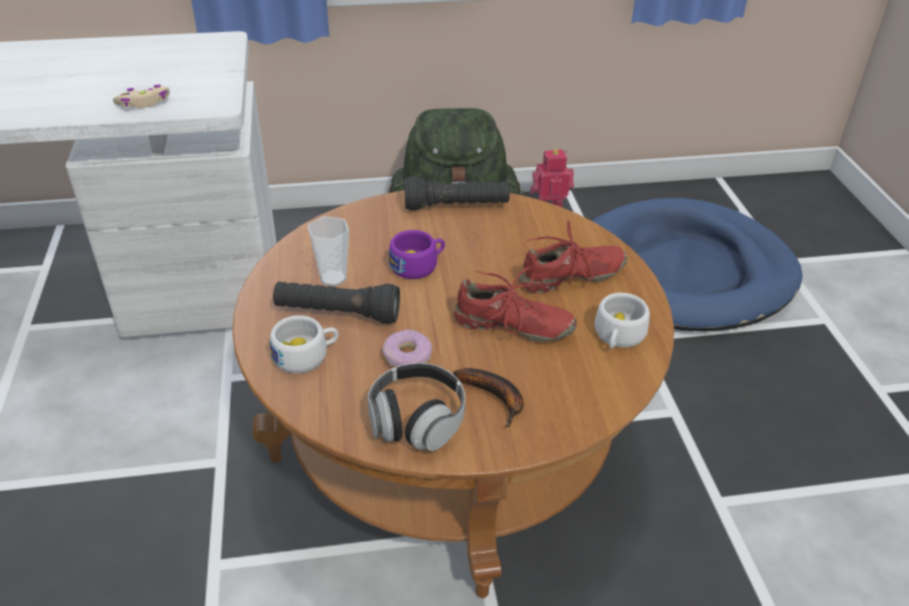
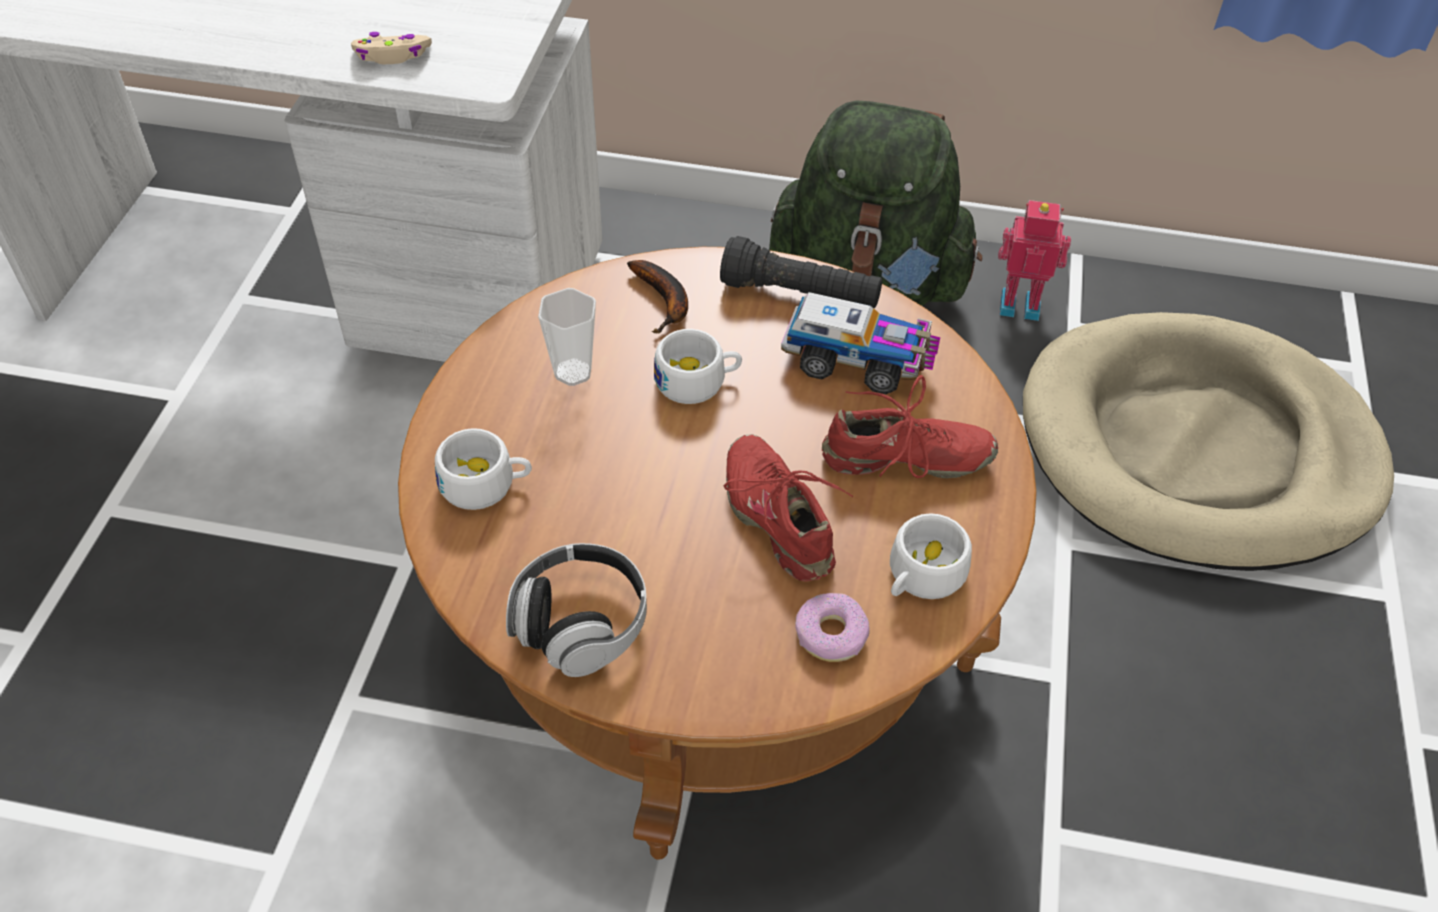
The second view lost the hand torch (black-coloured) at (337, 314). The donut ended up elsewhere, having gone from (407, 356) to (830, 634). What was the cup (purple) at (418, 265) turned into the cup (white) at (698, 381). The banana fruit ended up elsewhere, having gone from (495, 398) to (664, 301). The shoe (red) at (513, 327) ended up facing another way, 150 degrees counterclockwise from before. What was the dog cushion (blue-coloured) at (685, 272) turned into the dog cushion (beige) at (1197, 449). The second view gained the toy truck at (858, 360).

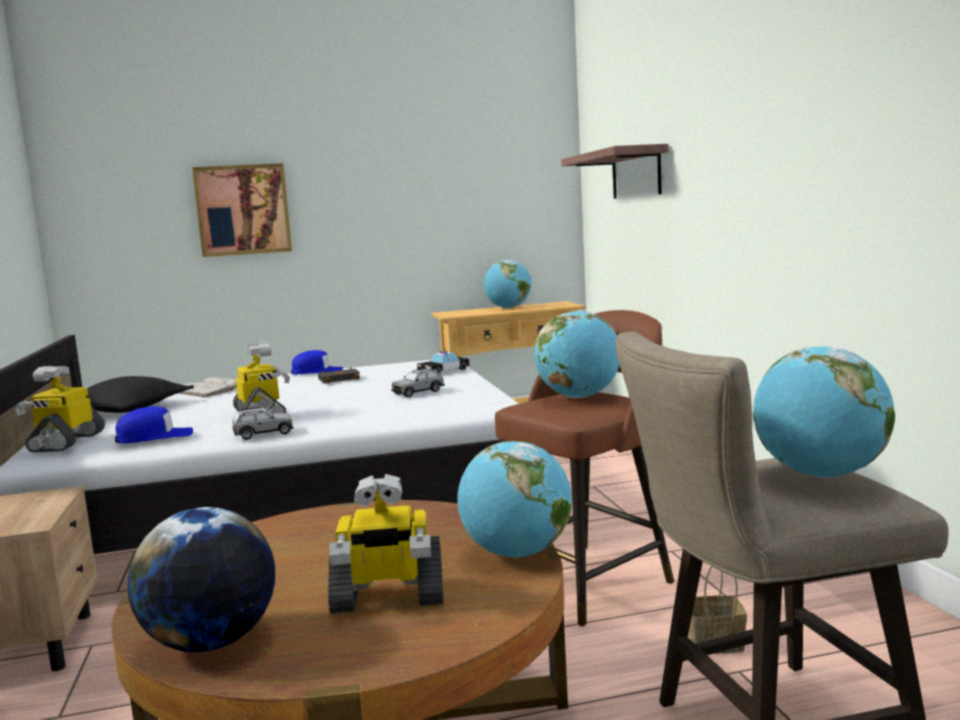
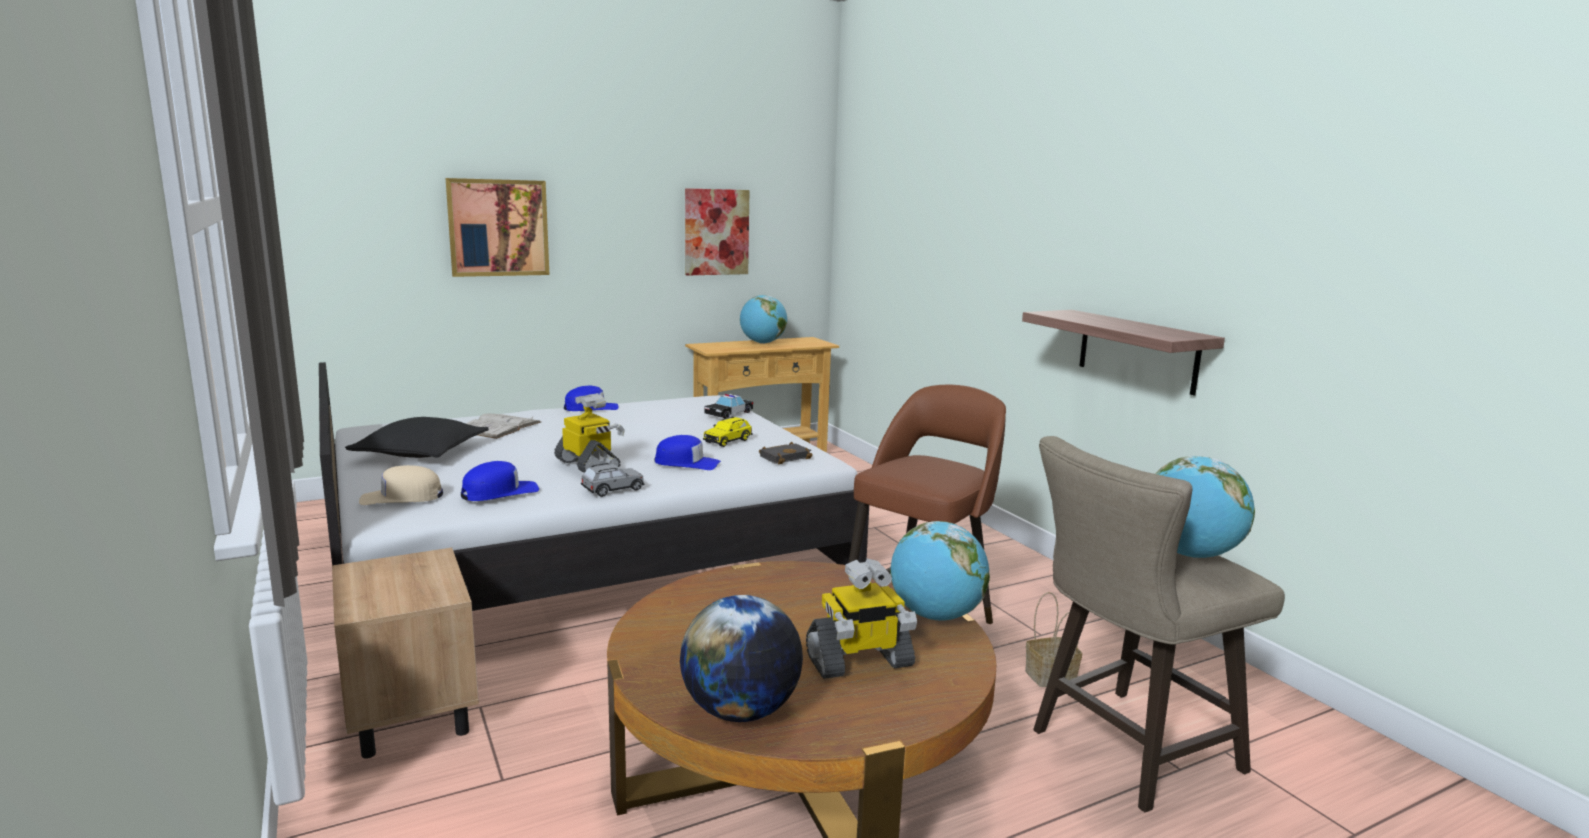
Where the model robot stood at (66, 442), the peaked cap (beige) came to stand at (402, 497). The book (black-coloured) ended up elsewhere, having gone from (340, 379) to (785, 457). What was the toy car (grey) at (418, 392) turned into the toy car (yellow-coloured) at (727, 441). The second view lost the world globe at (579, 397). The bracket shelf ended up elsewhere, having gone from (636, 173) to (1137, 351). The second view gained the peaked cap (blue-coloured) at (687, 463). The second view gained the wall art at (716, 232).

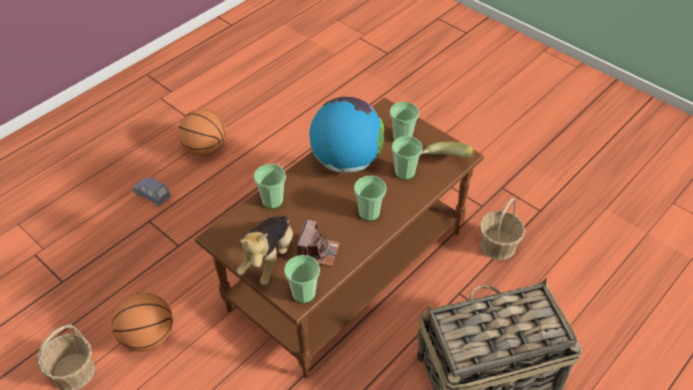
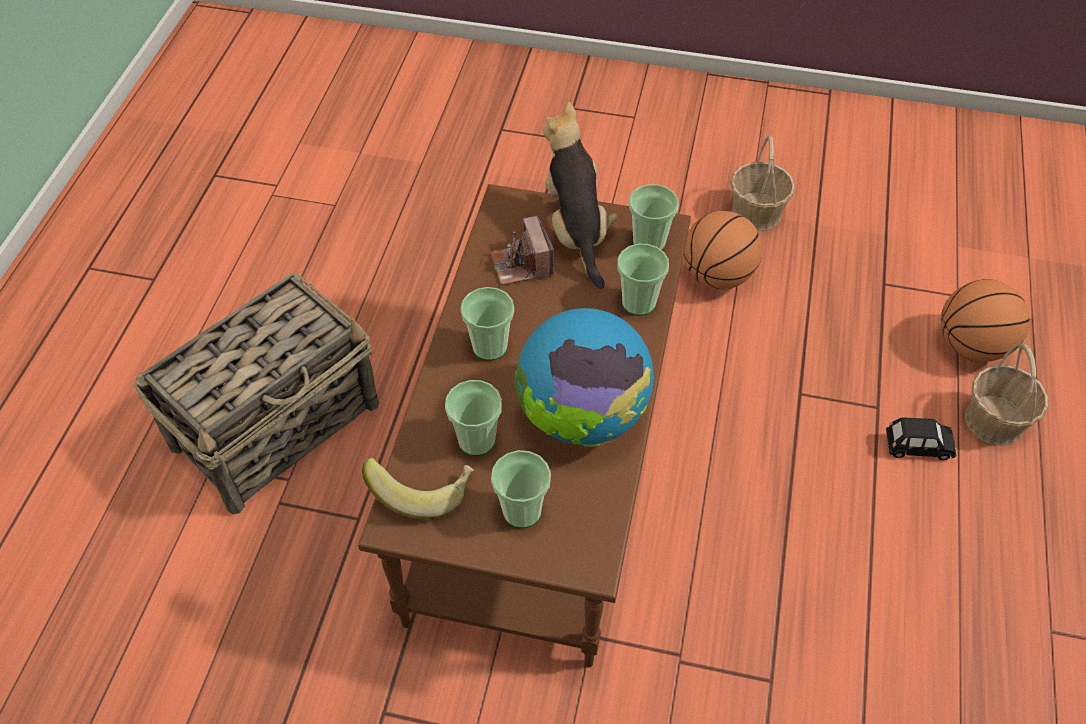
What was the toy car (blue-coloured) at (153, 196) turned into the toy car (black-coloured) at (918, 447). The basketball ball ended up elsewhere, having gone from (205, 149) to (971, 346). The cup ended up elsewhere, having gone from (303, 293) to (649, 243). The basket ended up elsewhere, having gone from (498, 245) to (994, 421).

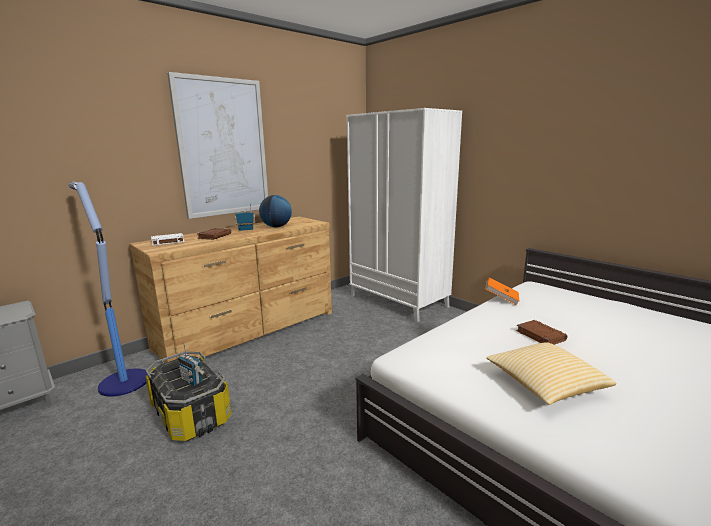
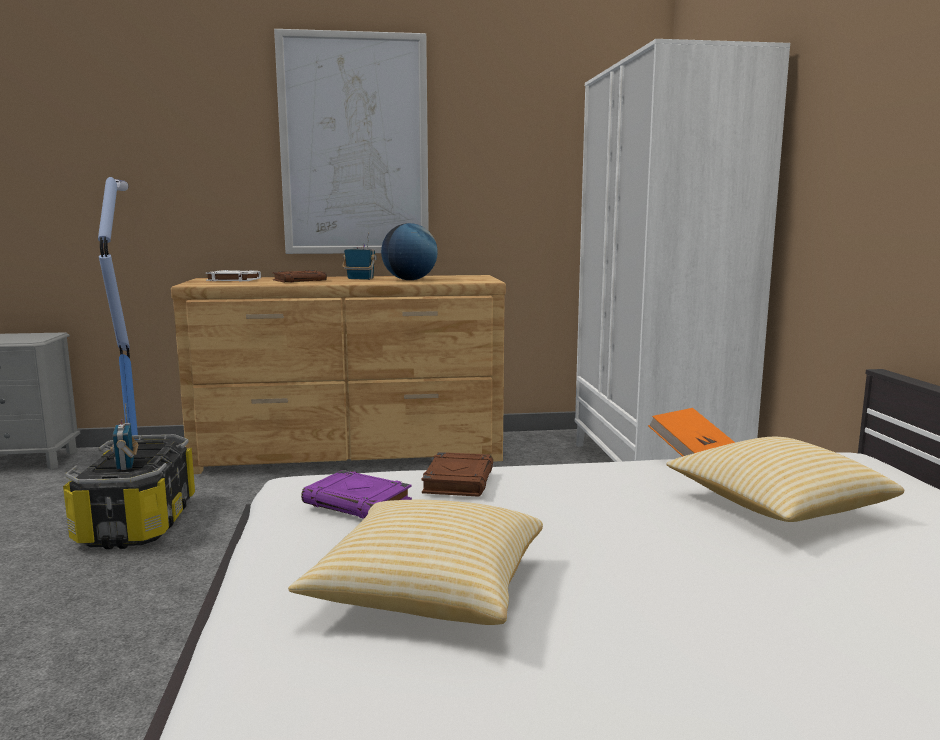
The book (brownish) ended up elsewhere, having gone from (540, 335) to (458, 480). The second view gained the book (purple) at (358, 502). The second view gained the throw pillow at (776, 508).

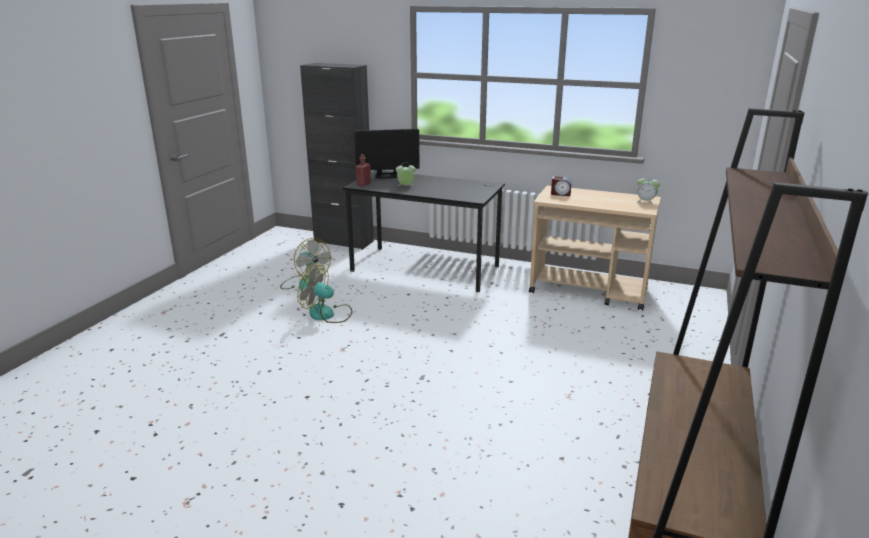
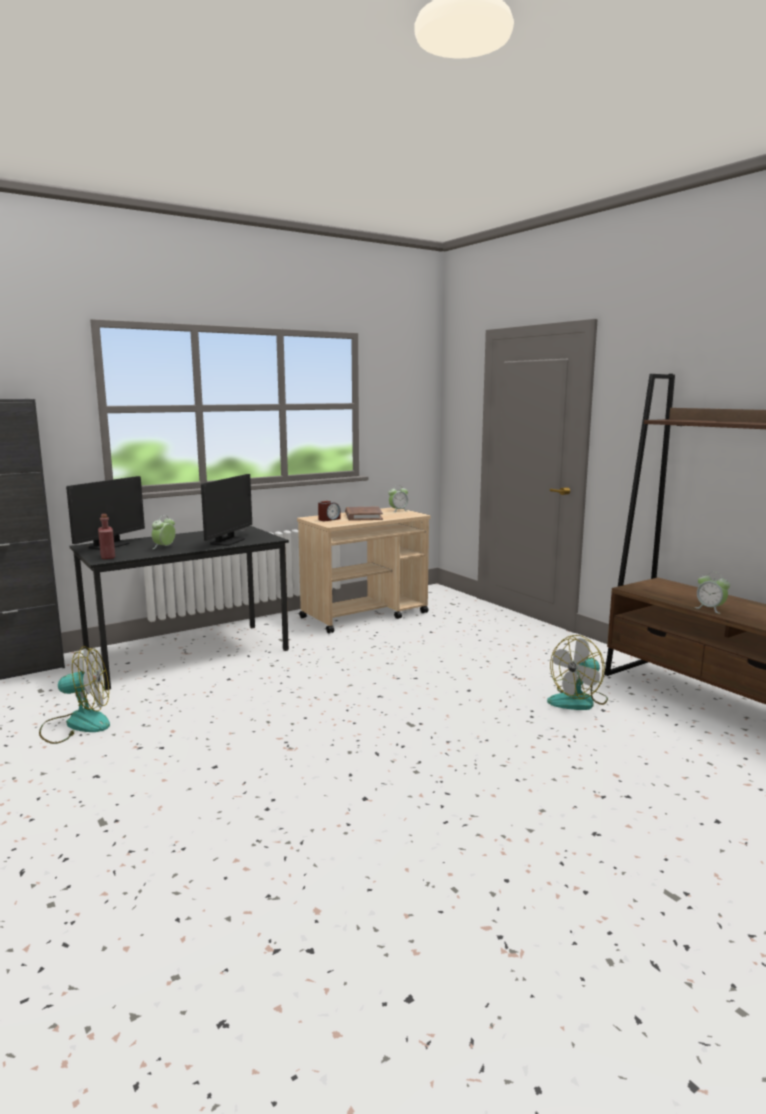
The electric fan ended up elsewhere, having gone from (327, 314) to (578, 700). The second view gained the computer screen at (227, 541). The second view gained the book (brownish) at (363, 516). The second view gained the bedside clock at (710, 609).

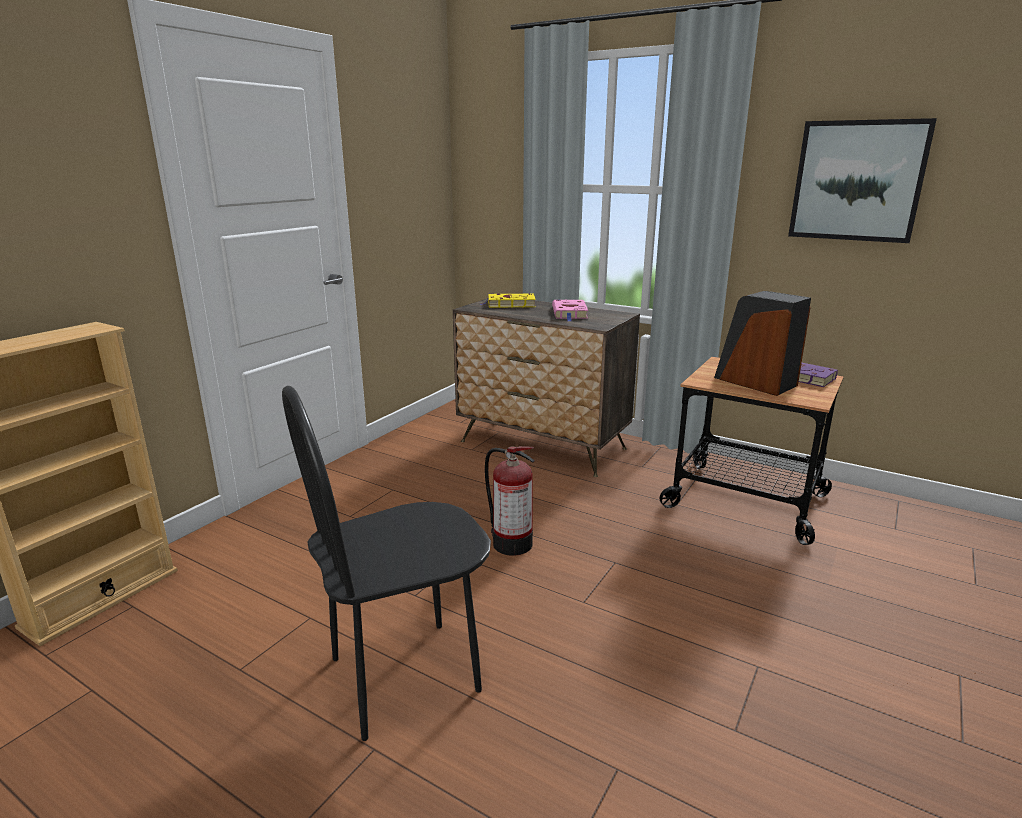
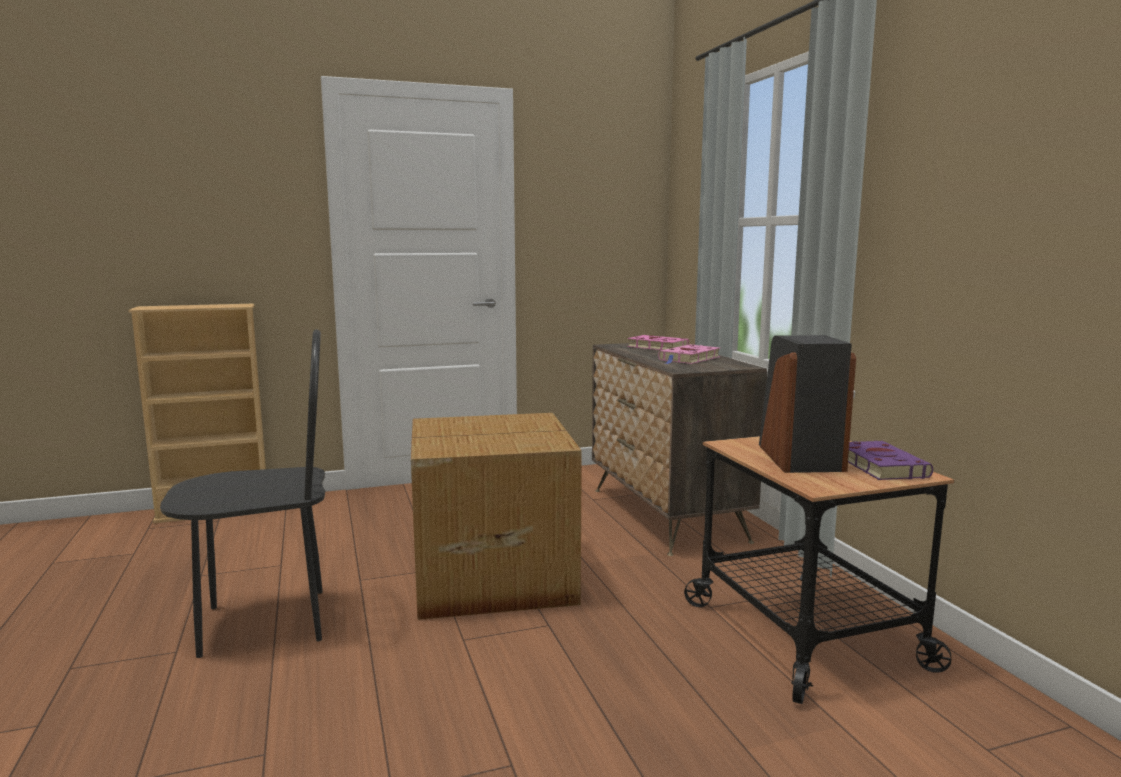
The upright chair (black-coloured) at (405, 675) ended up facing another way, 150 degrees clockwise from before. What was the book (yellow-coloured) at (509, 304) turned into the book (pink-coloured) at (656, 347). Where the fire-fighting cylinder stood at (510, 543), the cardboard box came to stand at (490, 575). The second view lost the wall art at (857, 181).

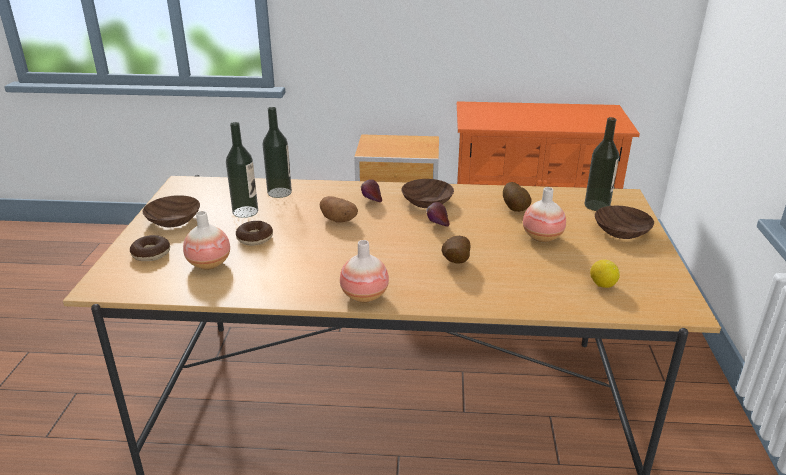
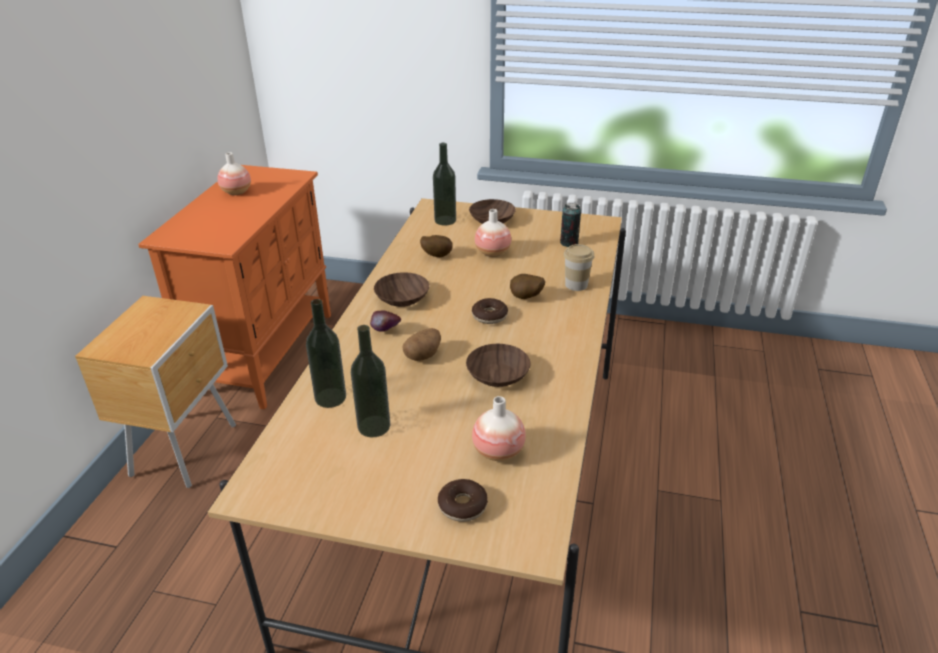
The deep dish (brownish) ended up elsewhere, having gone from (175, 220) to (497, 374). The donut ended up elsewhere, having gone from (255, 238) to (489, 316). The decorative vase ended up elsewhere, having gone from (364, 296) to (236, 192). The second view lost the apple fruit at (437, 225). Where the lemon stood at (602, 285), the metal can came to stand at (569, 243). The second view gained the cup at (576, 285).

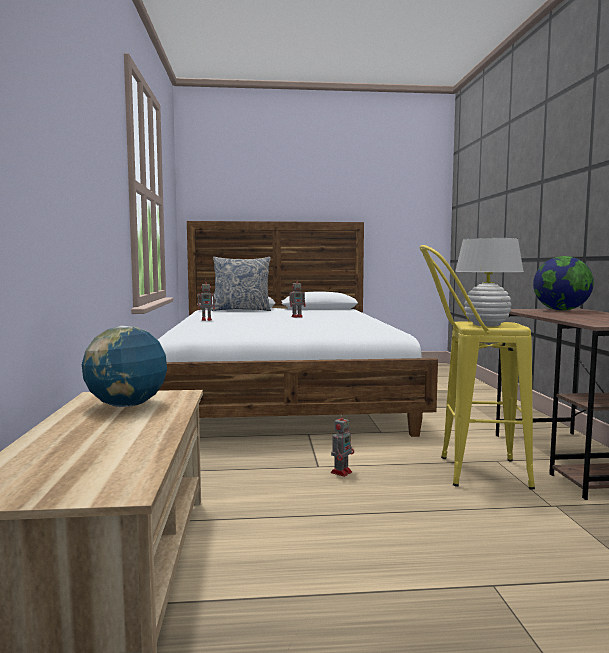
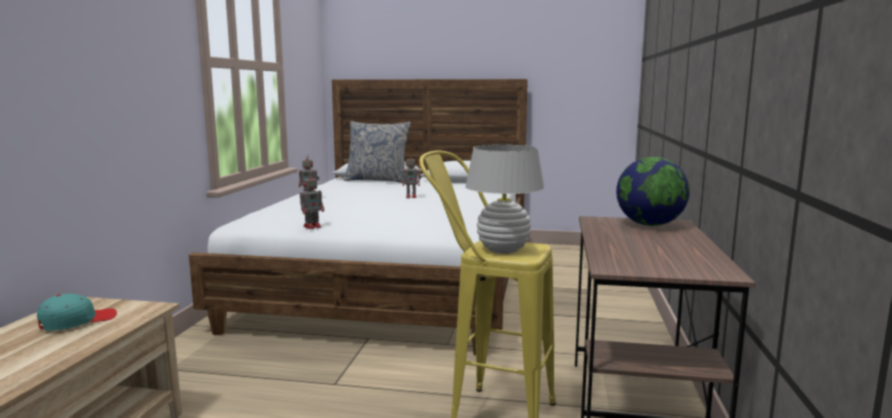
Where the world globe stood at (127, 405), the peaked cap (blue-green) came to stand at (77, 321). The model robot ended up elsewhere, having gone from (341, 472) to (313, 226).

